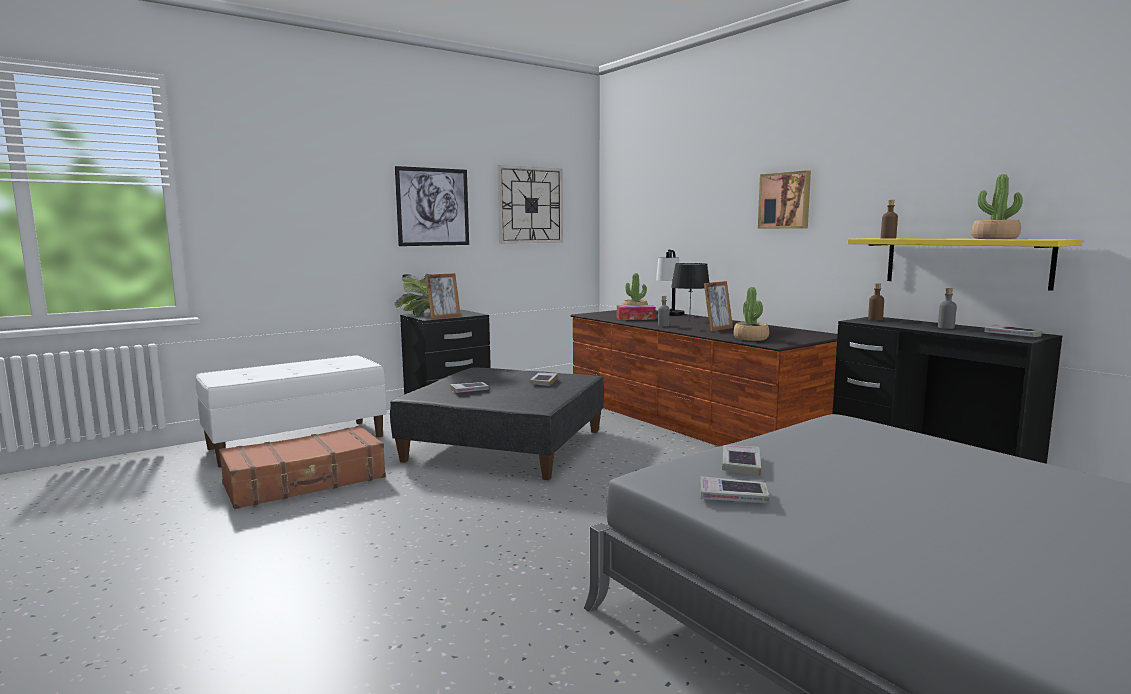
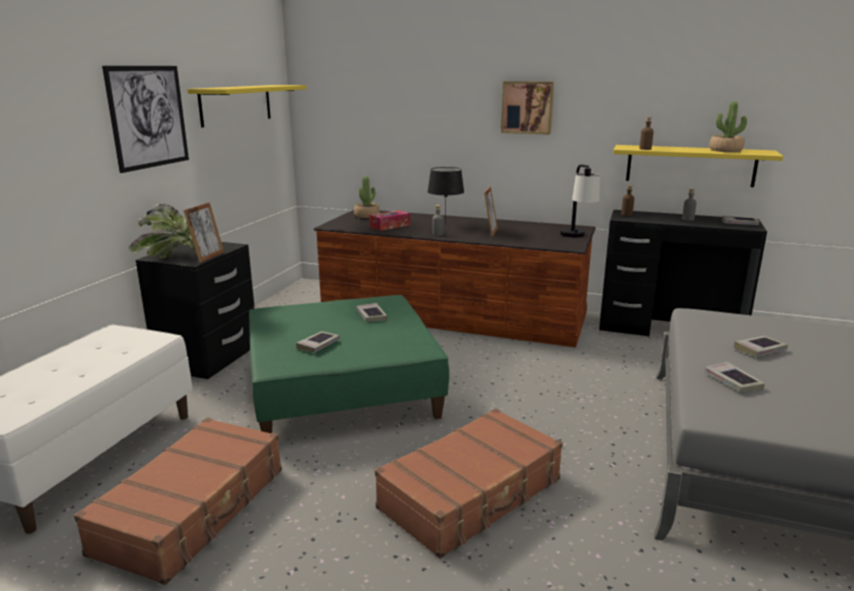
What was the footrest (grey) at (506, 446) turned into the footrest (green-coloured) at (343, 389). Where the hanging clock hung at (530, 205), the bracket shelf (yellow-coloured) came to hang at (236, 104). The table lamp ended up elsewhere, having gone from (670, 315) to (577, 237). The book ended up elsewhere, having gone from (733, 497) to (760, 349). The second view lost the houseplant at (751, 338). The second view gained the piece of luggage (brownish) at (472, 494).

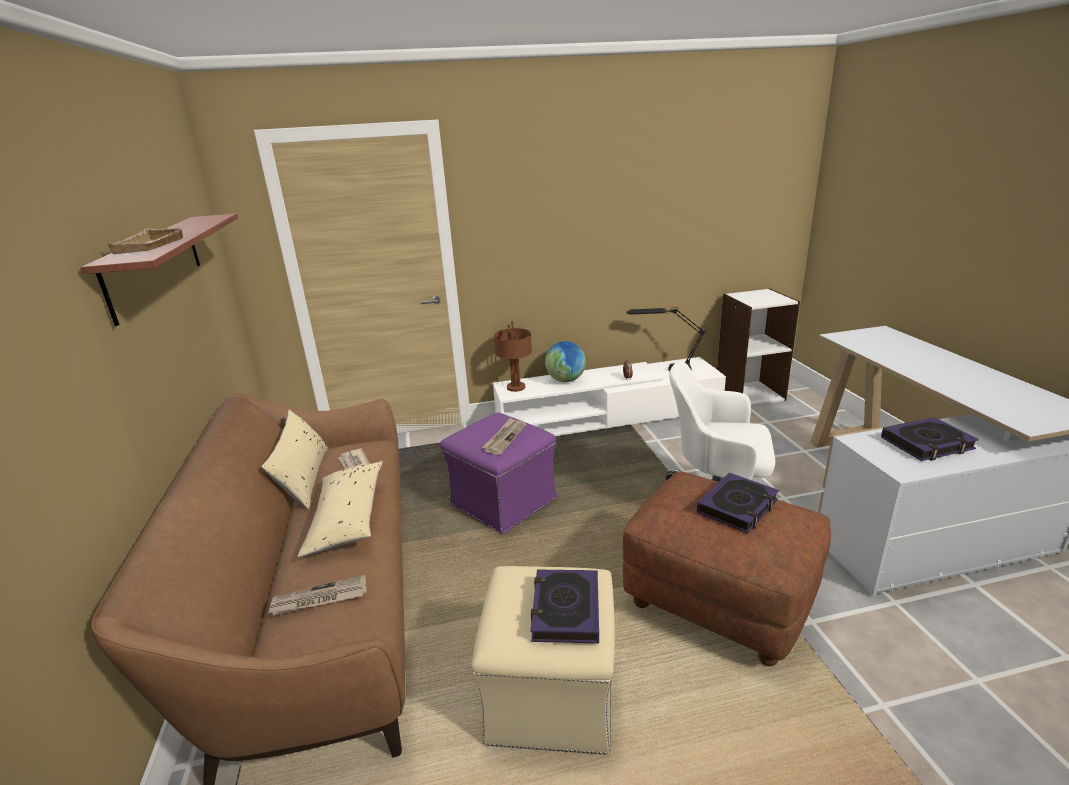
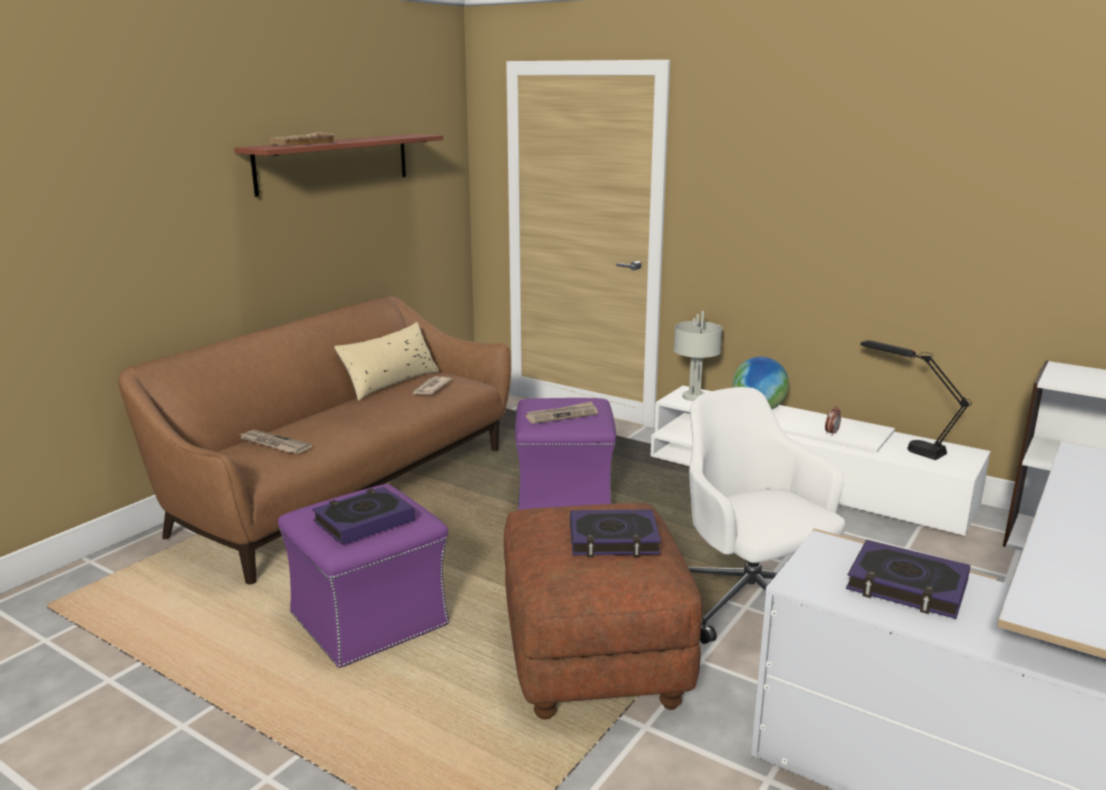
The second view lost the throw pillow (beige) at (347, 517). What was the footrest (beige) at (551, 693) turned into the footrest (purple) at (370, 618). What was the table lamp (brownish) at (516, 387) turned into the table lamp (grey) at (694, 397).

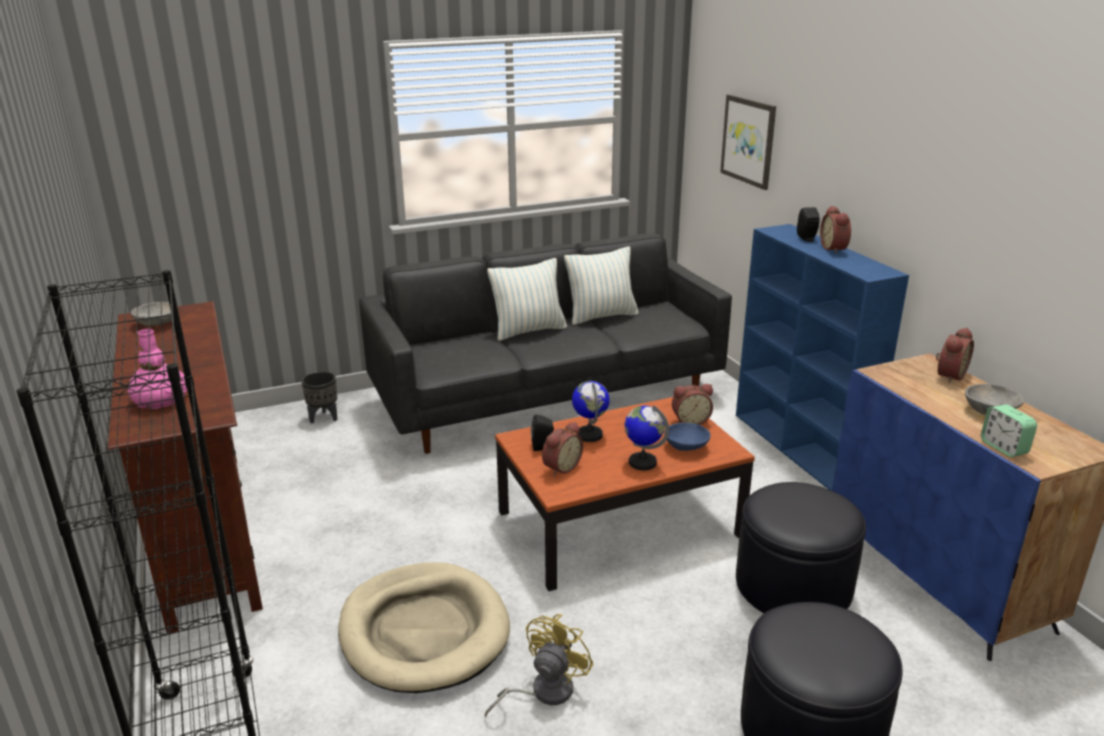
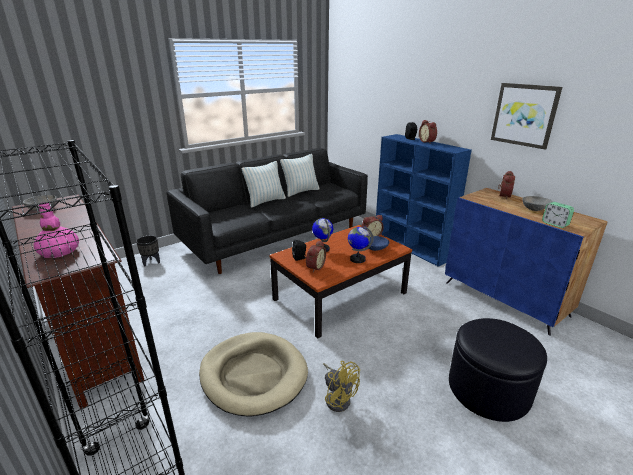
The electric fan (yellow-coloured) at (543, 692) ended up facing another way, 120 degrees clockwise from before. The wall art ended up elsewhere, having gone from (749, 141) to (524, 115). The second view lost the footrest (black-coloured) at (793, 586).

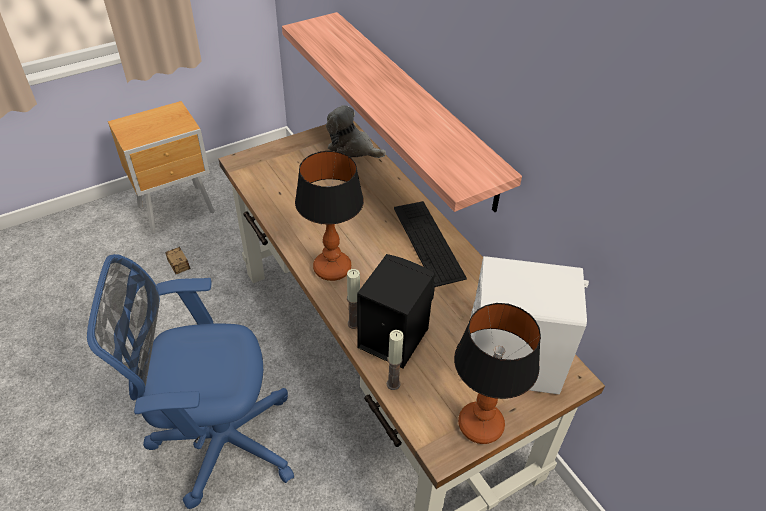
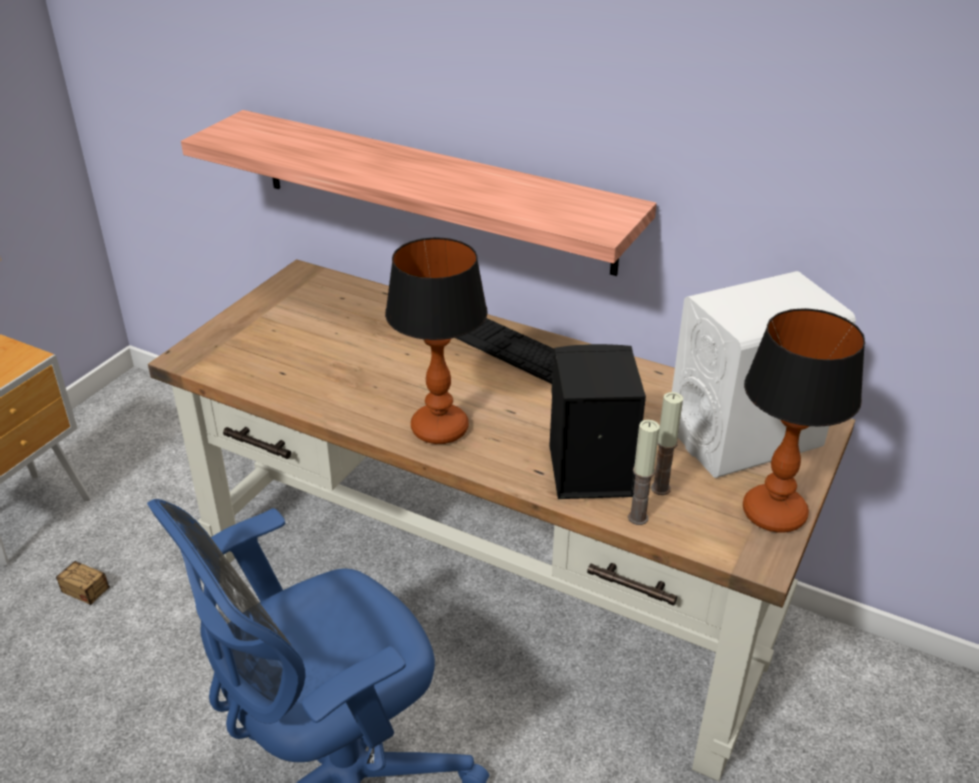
The second view lost the cuddly toy at (352, 148). The wax light ended up elsewhere, having gone from (354, 323) to (660, 488).

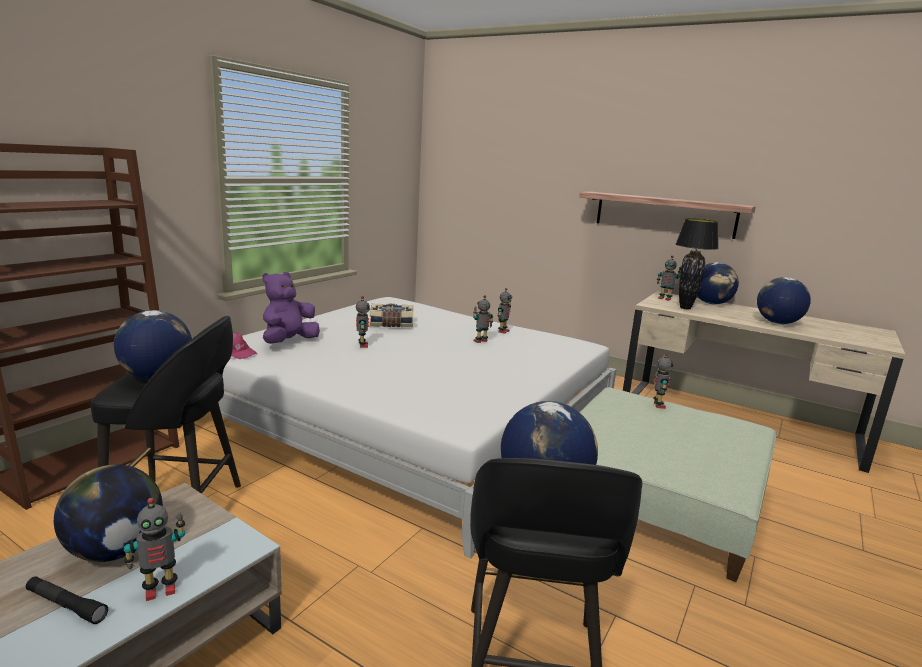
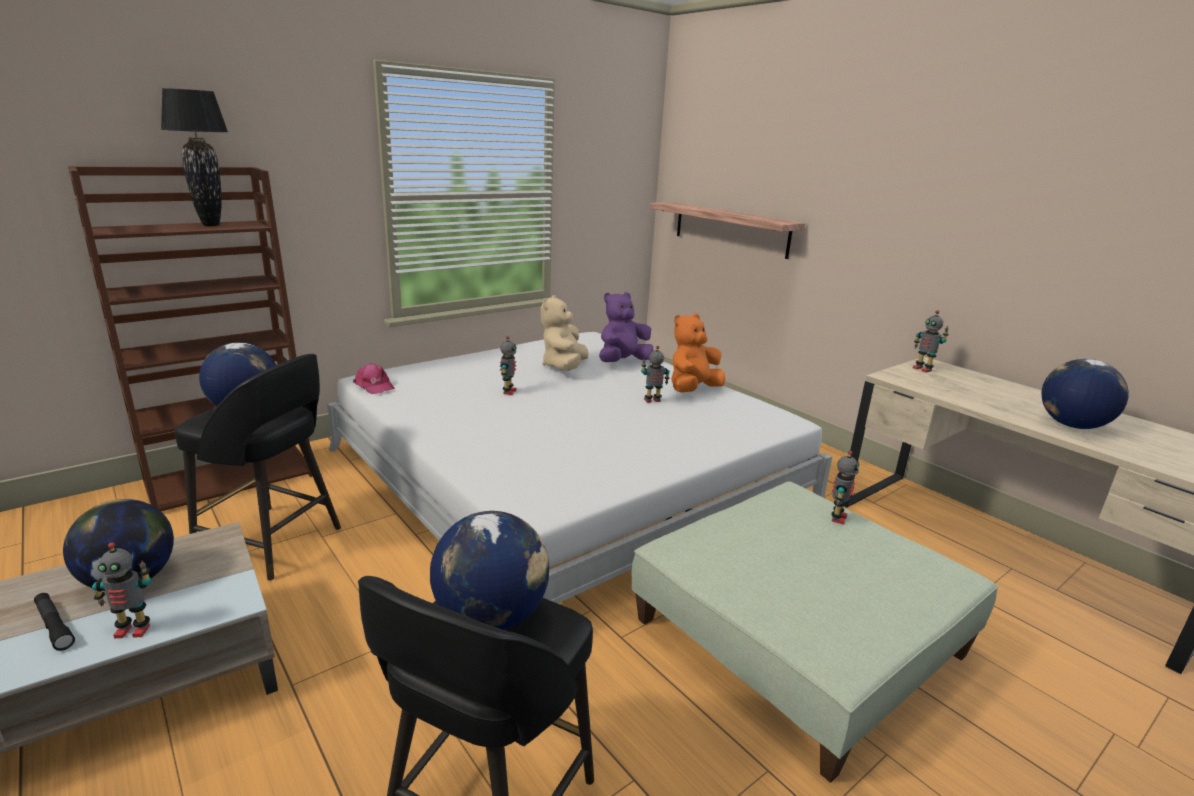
The cuddly toy (purple) ended up elsewhere, having gone from (288, 342) to (623, 362). Where the book stood at (391, 324), the cuddly toy (beige) came to stand at (564, 367). Where the model robot stood at (502, 331), the cuddly toy (orange-coloured) came to stand at (693, 390). The bracket shelf ended up elsewhere, having gone from (664, 214) to (730, 229). The table lamp (black-coloured) ended up elsewhere, having gone from (685, 308) to (210, 225). The second view lost the world globe at (711, 303).

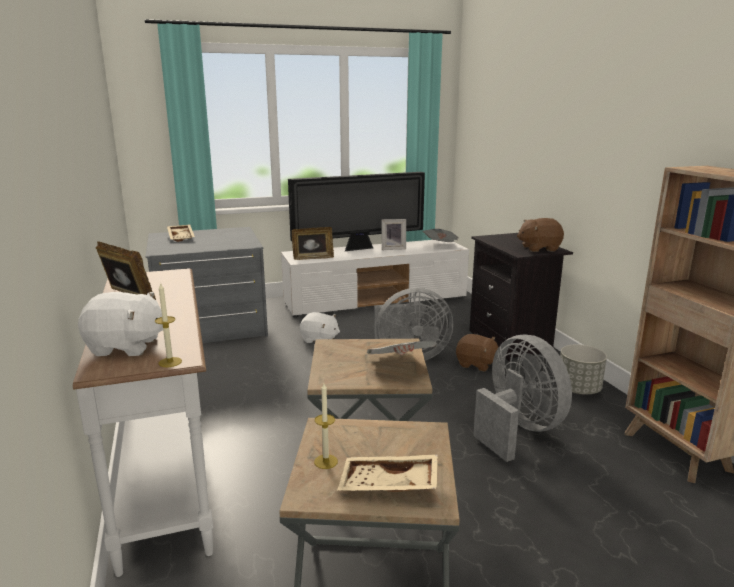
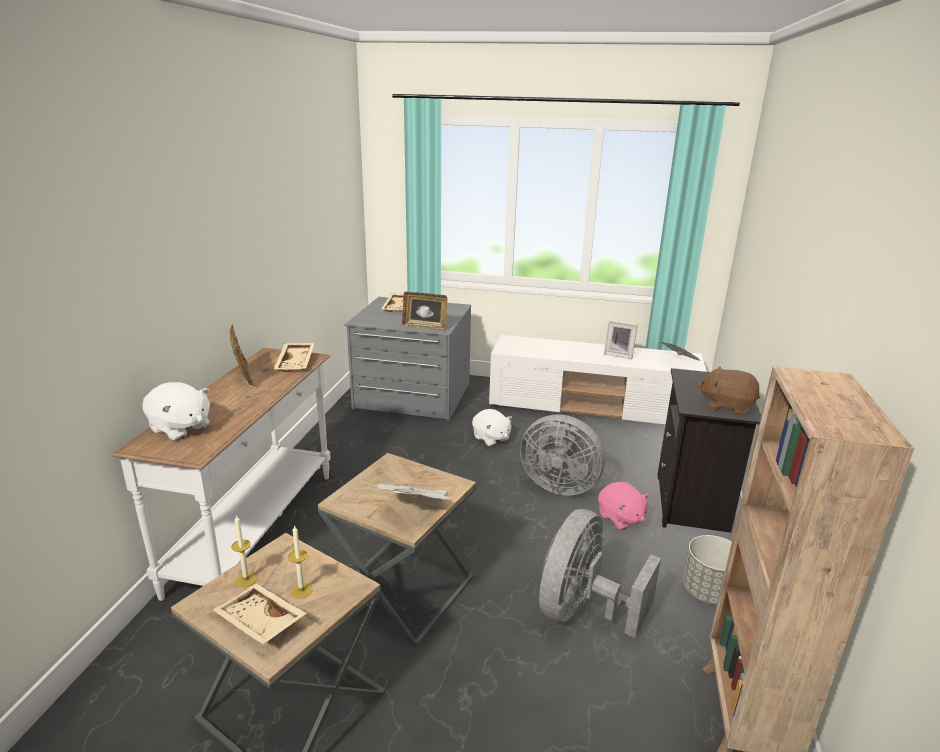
The wax light ended up elsewhere, having gone from (170, 362) to (301, 590). The second view lost the television at (359, 248). The photo frame ended up elsewhere, having gone from (313, 258) to (425, 327). What was the cuddly toy (brownish) at (476, 364) turned into the cuddly toy (pink-coloured) at (620, 518). The electric fan (grey) at (517, 430) ended up facing another way, 150 degrees counterclockwise from before. The second view gained the tray (beige) at (296, 363).

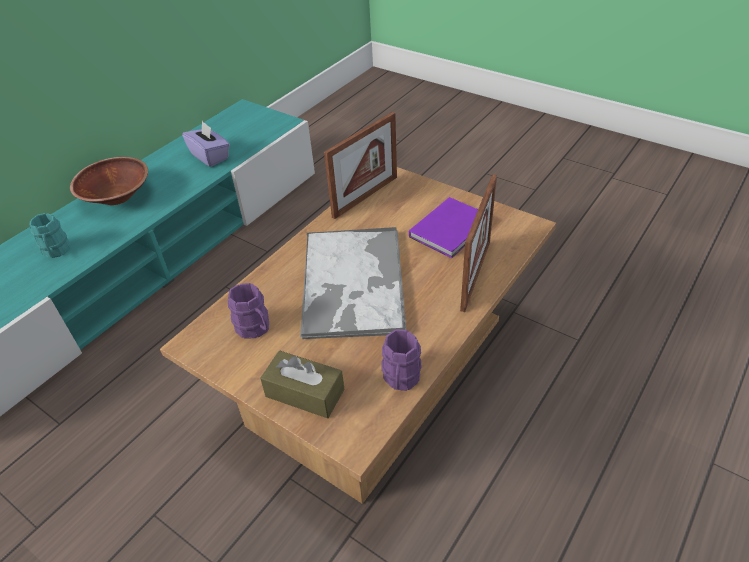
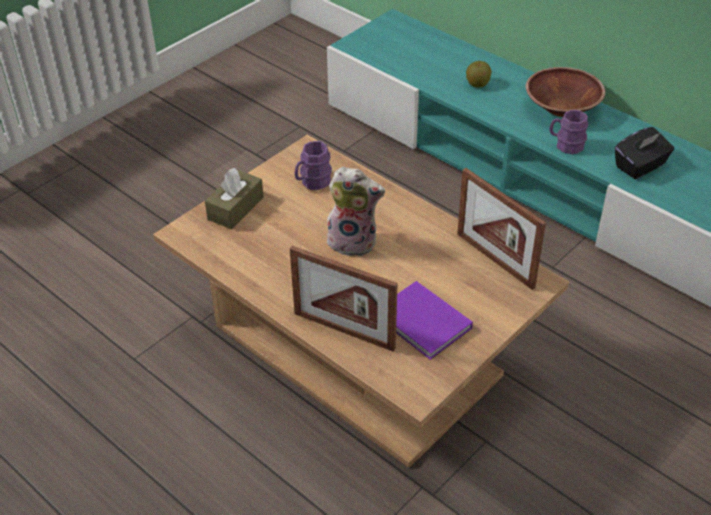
Where the mug (blue-green) stood at (56, 251), the apple fruit came to stand at (477, 84). What was the tissue holder (purple) at (210, 156) turned into the tissue holder (black-coloured) at (640, 166). Where the tray stood at (353, 283), the cuddly toy came to stand at (354, 241). The mug (purple) ended up elsewhere, having gone from (400, 380) to (566, 145).

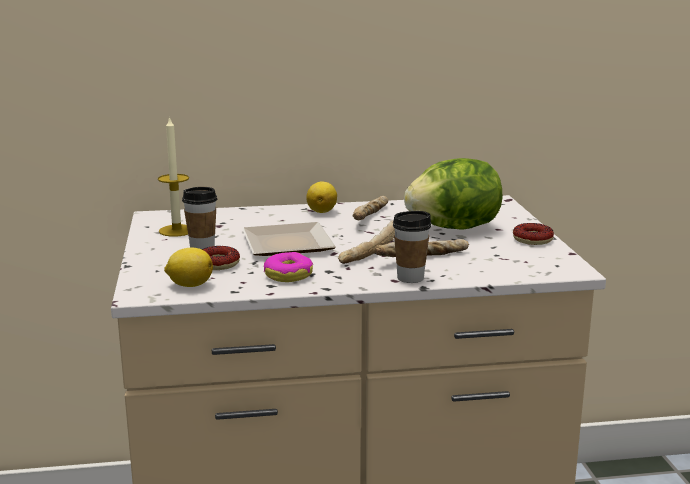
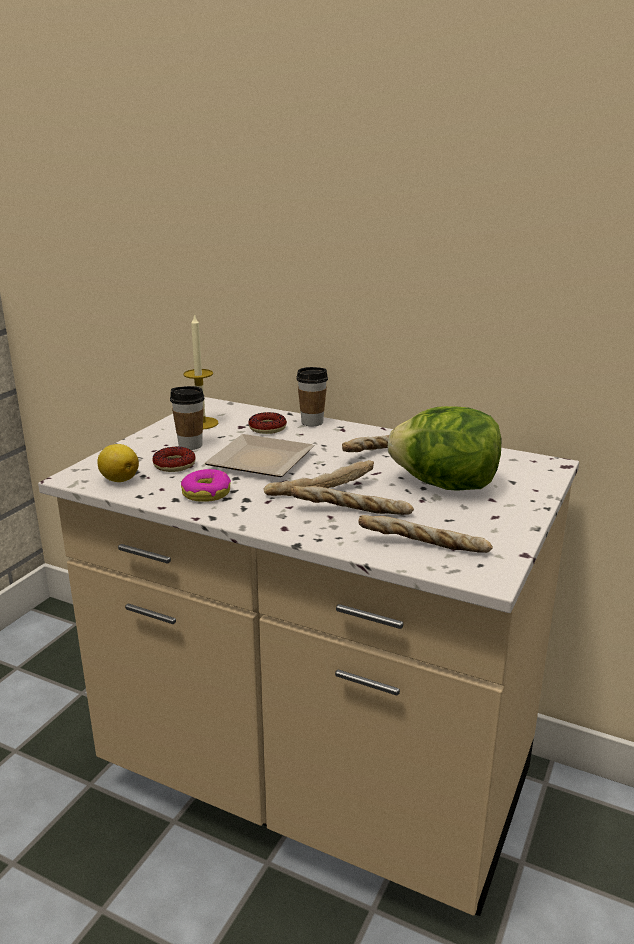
The second view lost the lemon at (322, 211). The cup ended up elsewhere, having gone from (410, 278) to (312, 422). The donut ended up elsewhere, having gone from (532, 239) to (267, 428). The second view gained the baked bread at (423, 547).

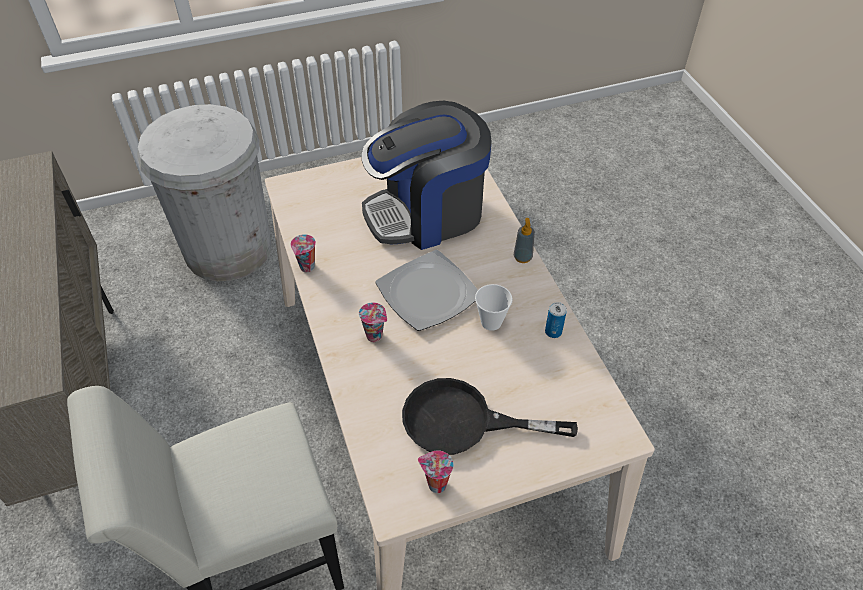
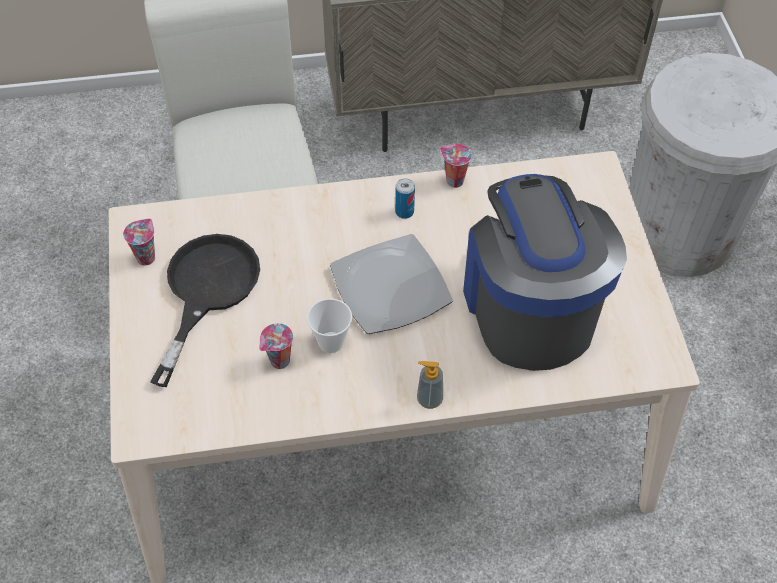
The cup ended up elsewhere, having gone from (375, 336) to (279, 362). The metal can ended up elsewhere, having gone from (553, 332) to (404, 212).

